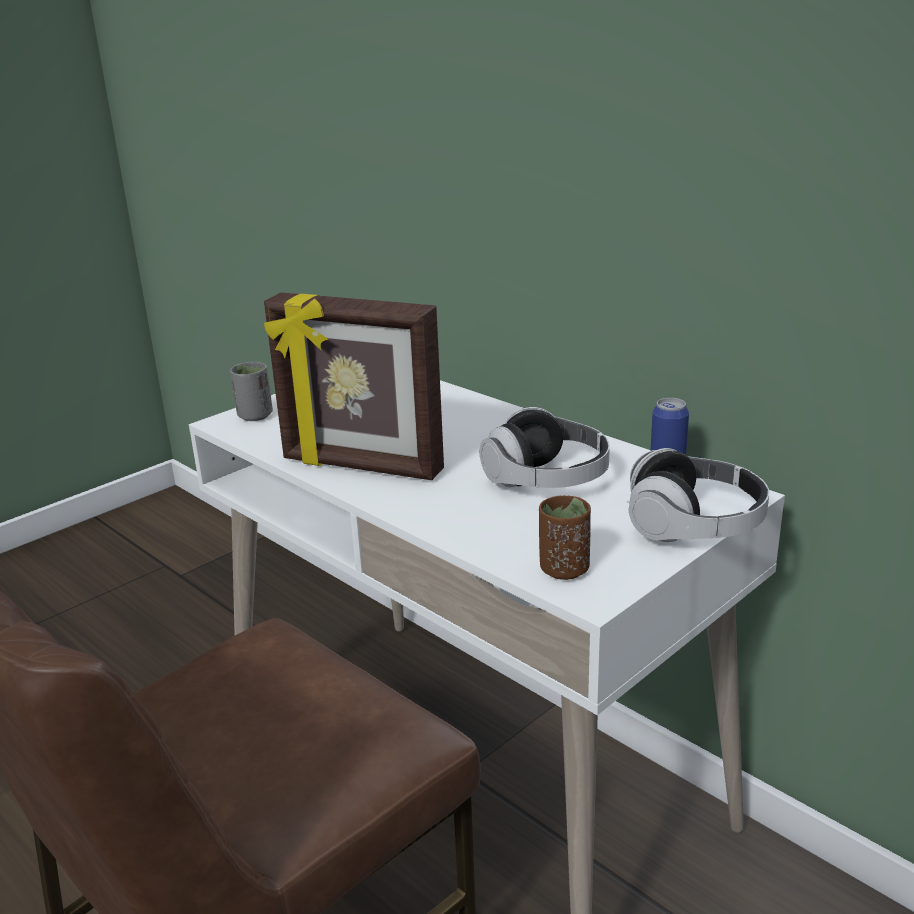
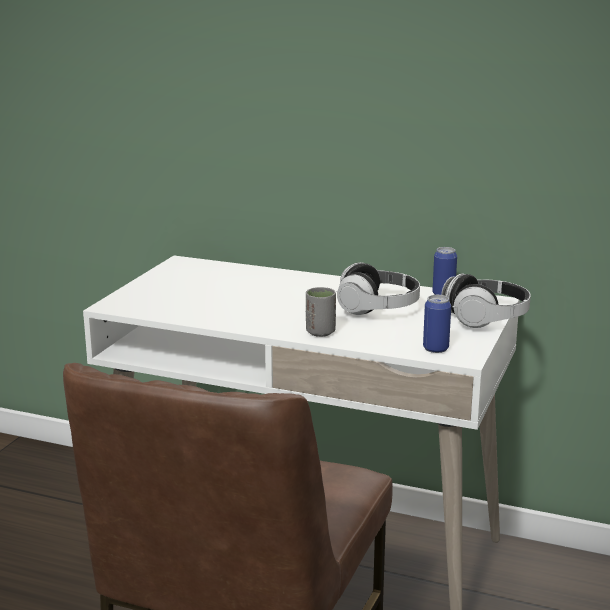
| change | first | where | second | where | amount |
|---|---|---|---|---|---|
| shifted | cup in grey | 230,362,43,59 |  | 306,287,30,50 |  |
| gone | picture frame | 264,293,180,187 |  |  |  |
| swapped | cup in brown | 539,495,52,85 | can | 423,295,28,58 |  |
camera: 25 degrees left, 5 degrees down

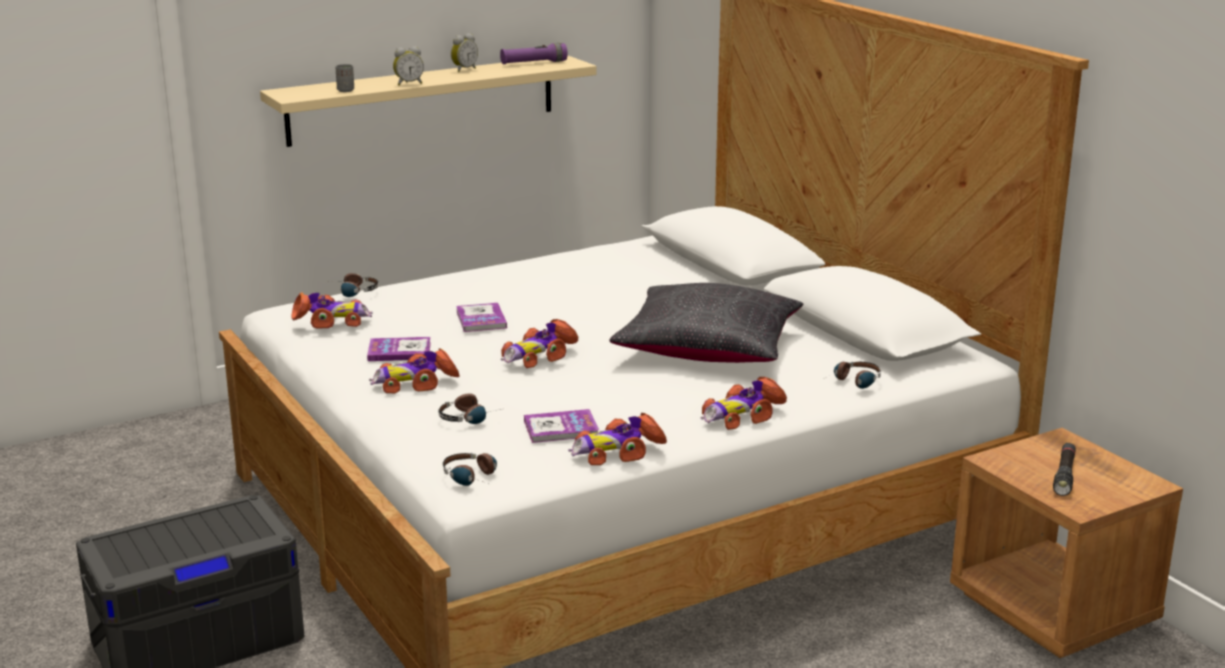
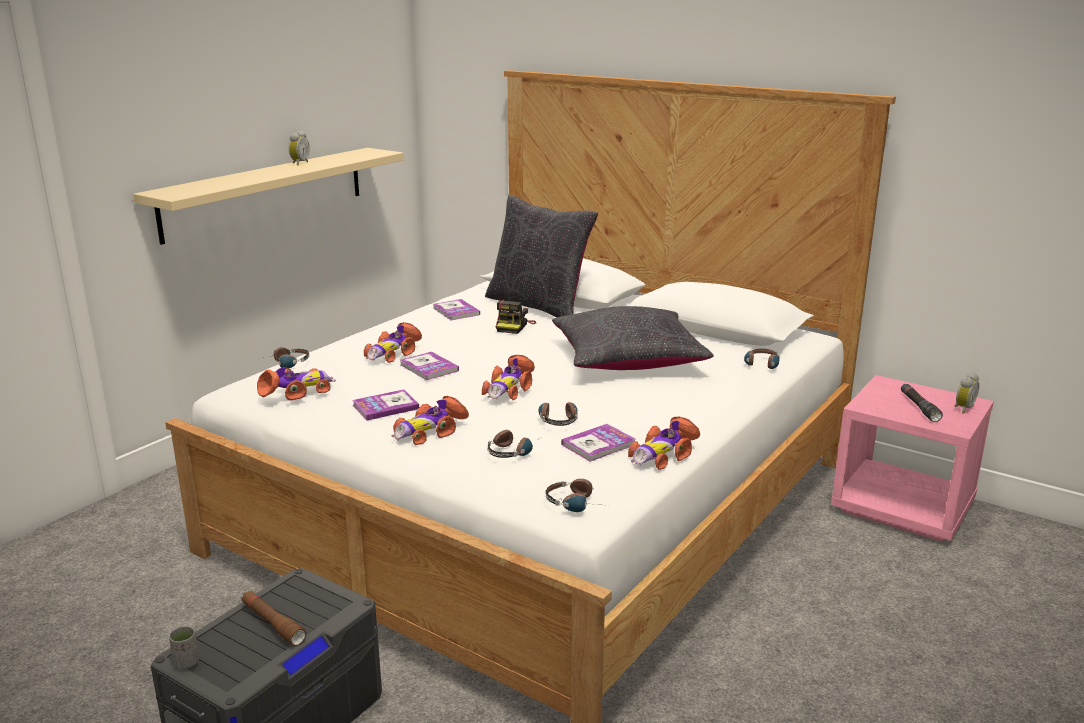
| change | first | where | second | where | amount |
|---|---|---|---|---|---|
| shifted | cup in grey | 335,64,19,28 |  | 169,626,30,43 |  |
| shifted | alarm clock | 393,46,31,39 |  | 955,373,24,41 |  |
| gone | torch in purple | 500,43,68,21 |  |  |  |
| shifted | miniature car | 701,377,86,53 |  | 364,322,58,41 |  |
| repainted | nightstand in brown | 950,428,233,230 | nightstand in pink | 831,375,163,167 |  |
| new |  |  | torch in brown | 241,591,65,55 |  |
| new |  |  | volume | 433,299,47,21 |  |
| new |  |  | throw pillow in black-coloured | 485,195,113,122 |  |
| new |  |  | still camera | 496,300,41,34 |  |
| new |  |  | pair of headphones | 538,402,40,24 |  |
camera: 25 degrees left, 0 degrees up

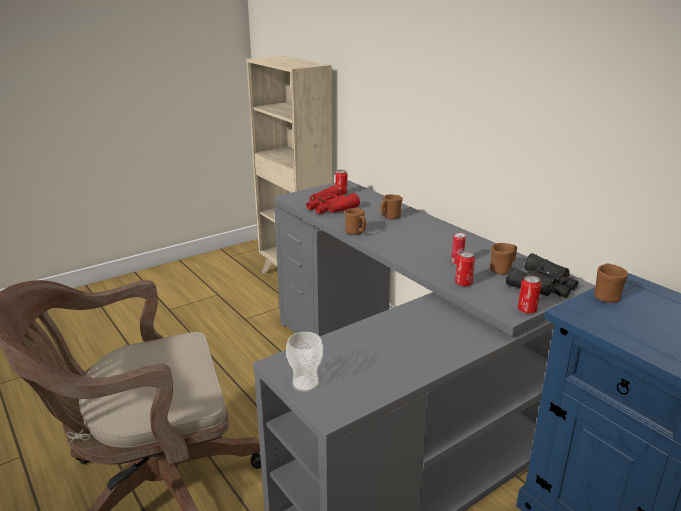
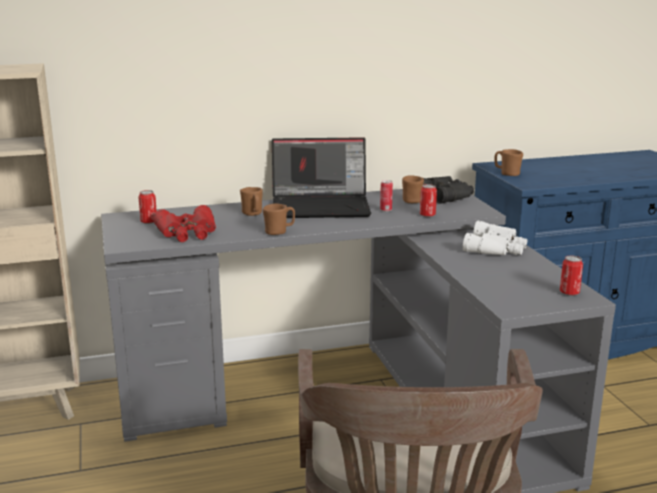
| change | first | where | second | where | amount |
|---|---|---|---|---|---|
| gone | cup | 286,332,37,60 |  |  |  |
| shifted | can | 518,275,23,39 |  | 560,255,23,41 |  |
| new |  |  | laptop | 272,137,99,81 |  |
| new |  |  | pair of binoculars in white | 463,221,64,34 |  |
camera: 70 degrees left, 5 degrees down

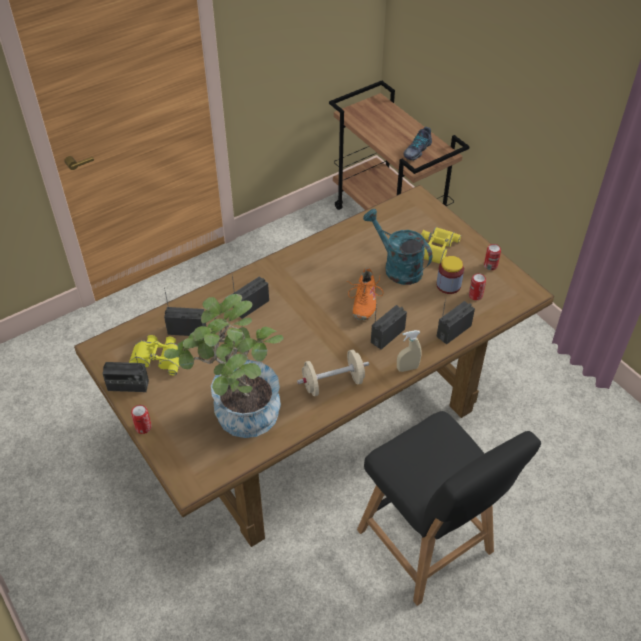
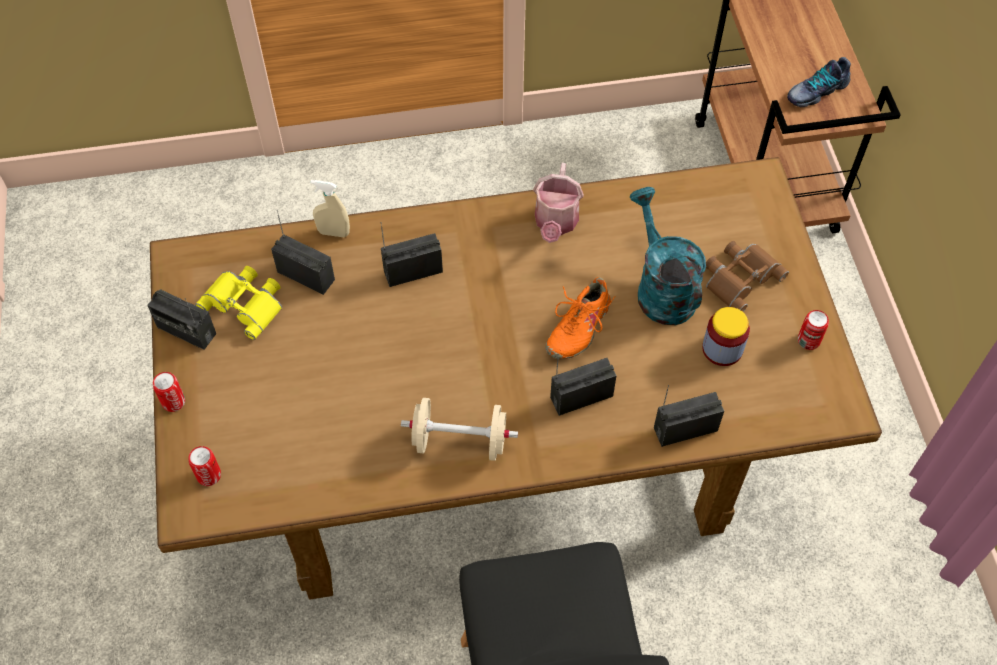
| change | first | where | second | where | amount |
|---|---|---|---|---|---|
| gone | houseplant | 164,294,120,144 |  |  |  |
| shifted | hand sprayer in beige | 397,330,25,42 |  | 311,180,39,57 |  |
| repainted | pair of binoculars in yellowish | 421,227,40,37 | pair of binoculars in brown | 706,241,83,71 |  |
| shifted | can | 469,273,17,27 |  | 188,446,33,40 |  |
| new |  |  | watering pot | 533,163,51,80 |  |
camera: 25 degrees right, 10 degrees up

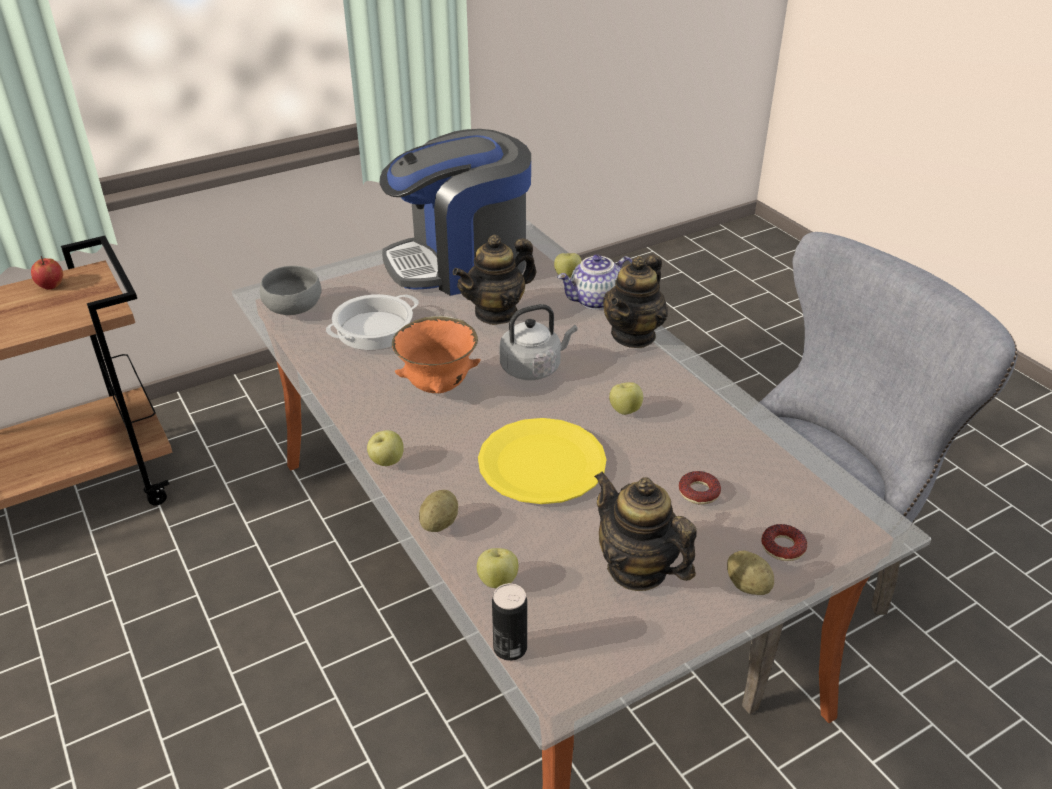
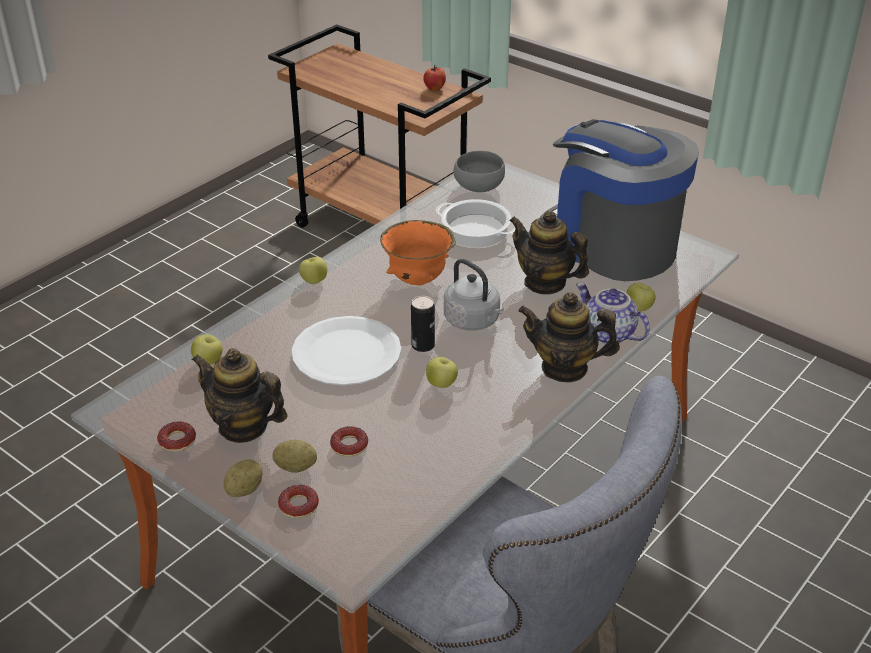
| change | first | where | second | where | amount |
|---|---|---|---|---|---|
| shifted | whole potato | 419,490,39,42 |  | 272,440,45,33 |  |
| repainted | plate in yellowish | 478,418,129,86 | plate in white | 292,316,109,69 |  |
| shifted | can | 492,583,35,78 |  | 411,296,24,56 |  |
| rotated | pot for tea | 594,471,103,120 |  | 191,348,97,95 | 90 degrees counterclockwise |
| new |  |  | doughnut | 157,421,39,31 |  |
camera: 70 degrees right, 0 degrees up

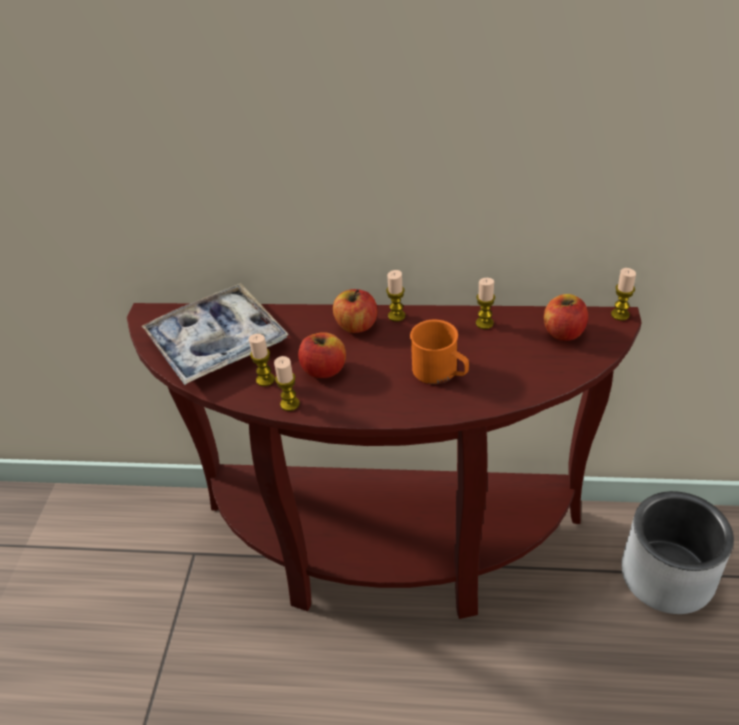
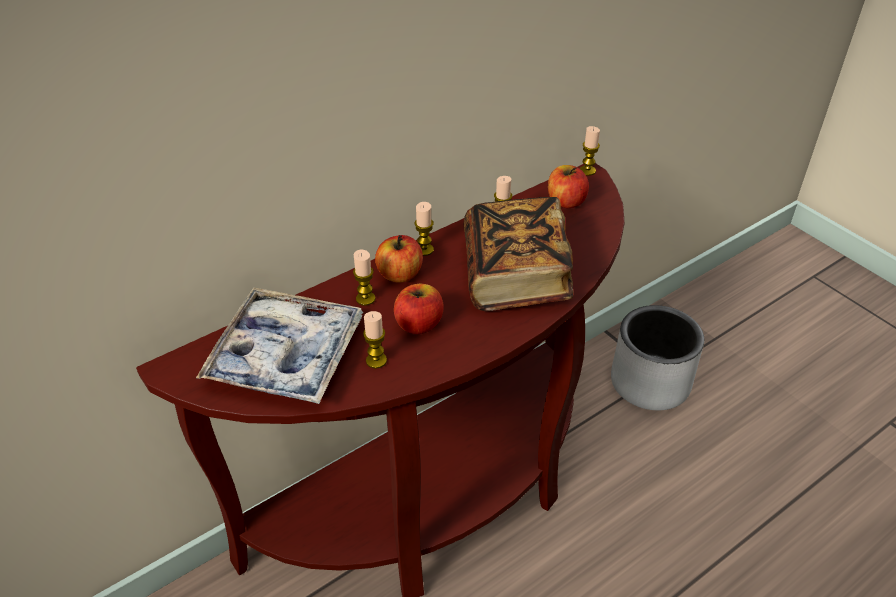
| change | first | where | second | where | amount |
|---|---|---|---|---|---|
| shifted | wax candle | 274,356,26,55 |  | 353,250,22,56 |  |
| swapped | mug in orangey | 410,320,59,64 | volume | 464,197,109,114 |  |
camera: 45 degrees left, 0 degrees up

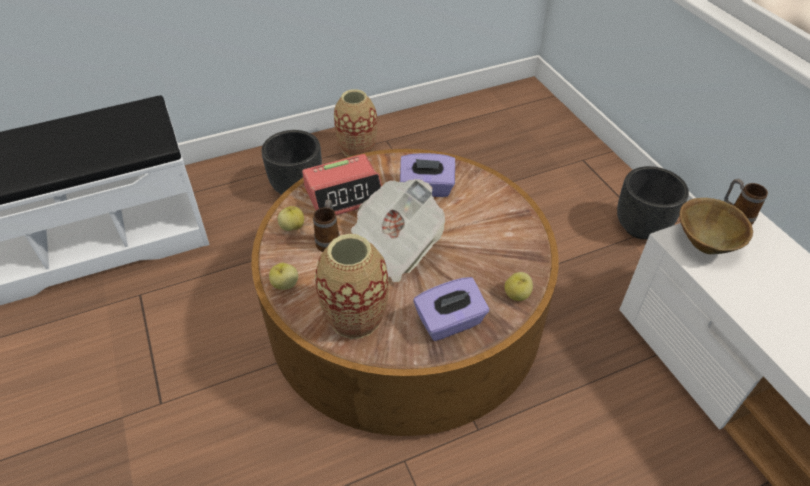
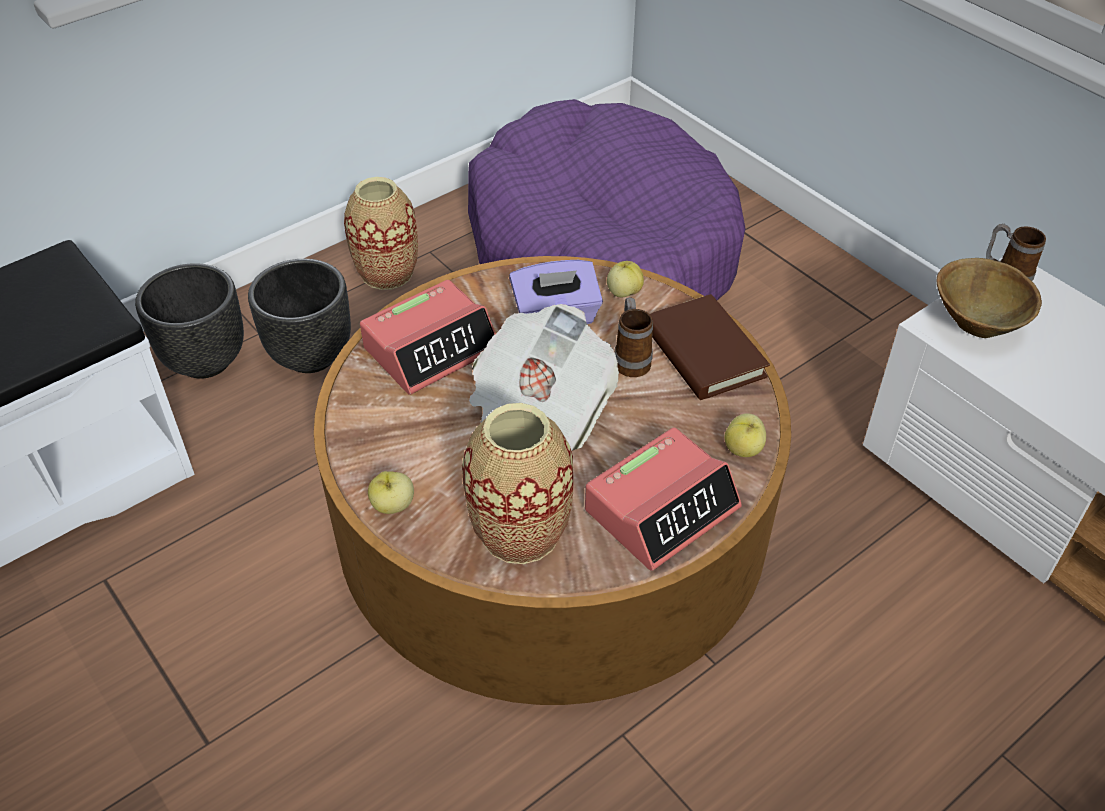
| change | first | where | second | where | amount |
|---|---|---|---|---|---|
| shifted | apple | 278,206,26,25 |  | 607,261,37,36 |  |
| shifted | mug | 313,199,27,53 |  | 615,297,38,80 |  |
| swapped | tissue box in purple | 413,277,76,64 | alarm clock | 585,427,157,144 |  |
| shifted | flower pot in black-coloured | 617,166,72,73 |  | 135,263,109,116 |  |
| new |  |  | dog bed in purple | 468,99,278,201 |  |
| new |  |  | volume in brown | 650,294,120,106 |  |
camera: 15 degrees left, 0 degrees up

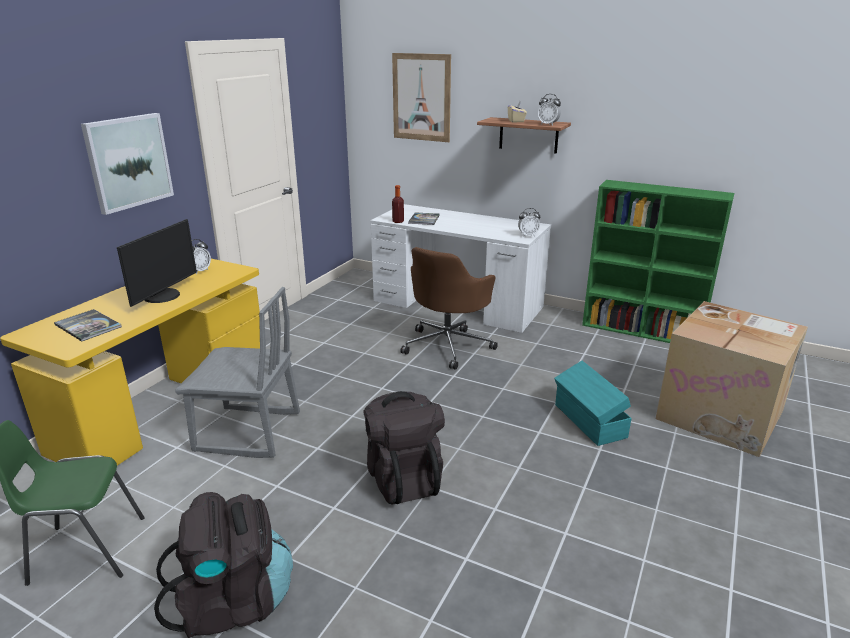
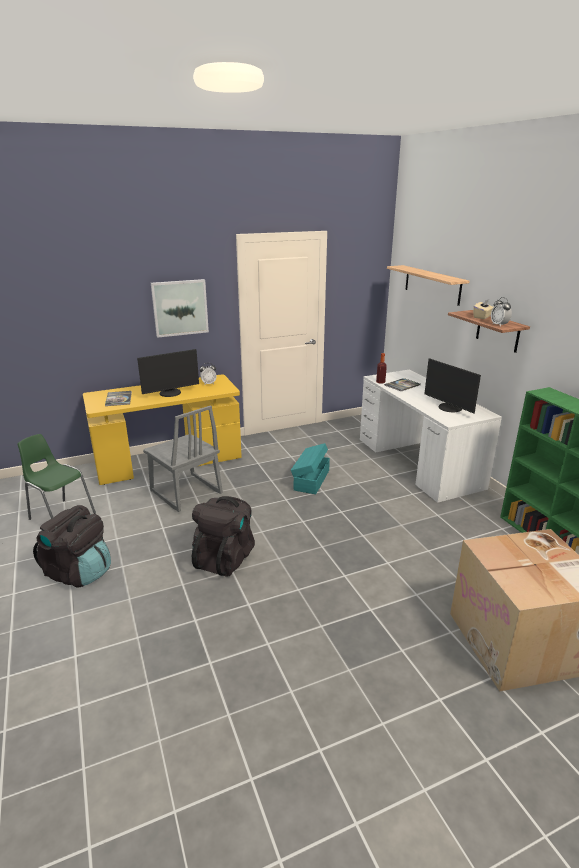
| change | first | where | second | where | amount |
|---|---|---|---|---|---|
| swapped | wall picture | 392,53,59,89 | bracket shelf | 387,265,83,41 |  |
| gone | computer chair in brown | 400,247,98,123 |  |  |  |
| gone | alarm clock | 518,208,22,29 |  |  |  |
| shifted | storage bin in turquoise | 554,361,78,85 |  | 291,443,39,51 |  |
| new |  |  | computer display | 424,358,57,56 |  |
camera: 40 degrees right, 0 degrees up

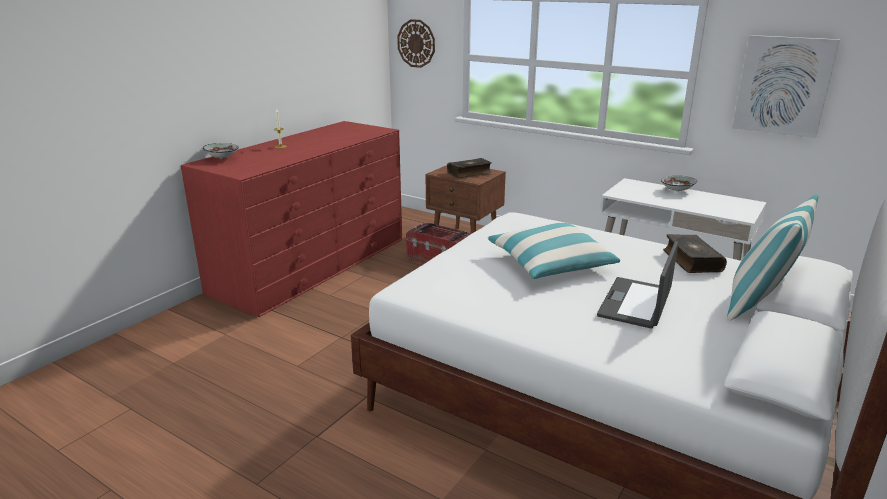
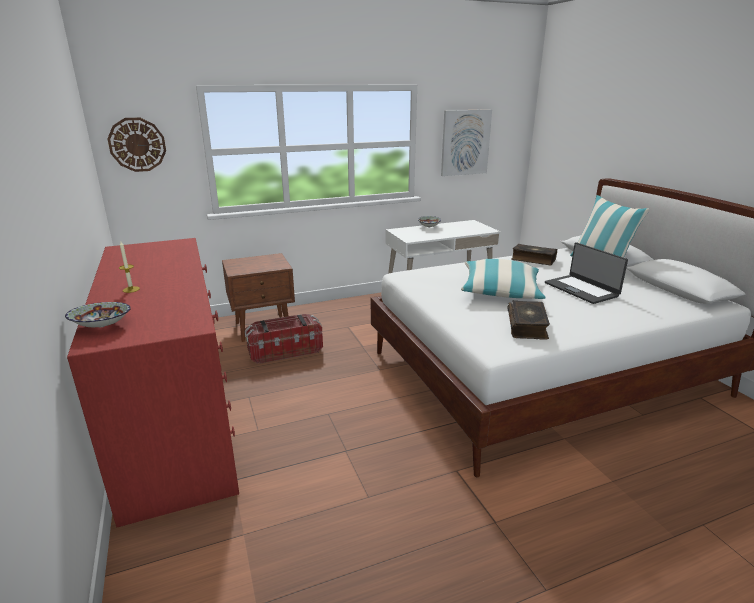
| change | first | where | second | where | amount |
|---|---|---|---|---|---|
| shifted | volume | 447,158,45,20 |  | 507,301,43,39 |  |
camera: 55 degrees left, 0 degrees up

